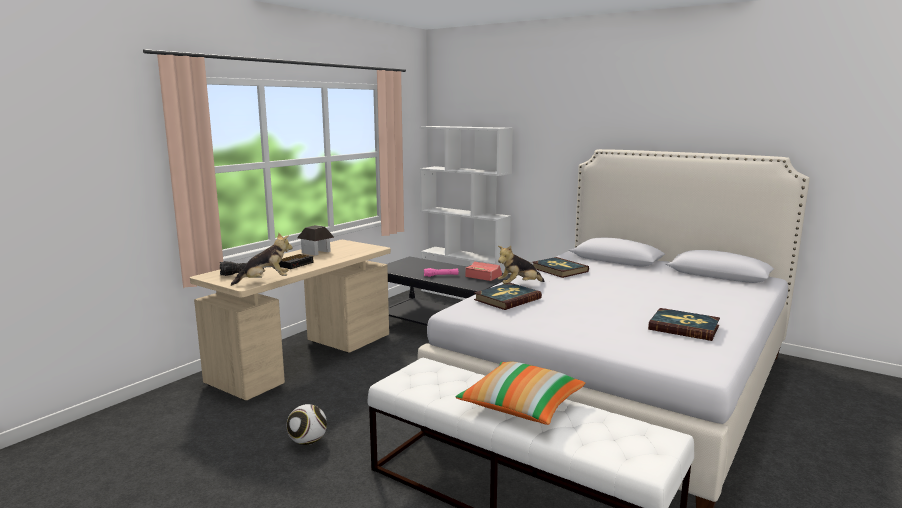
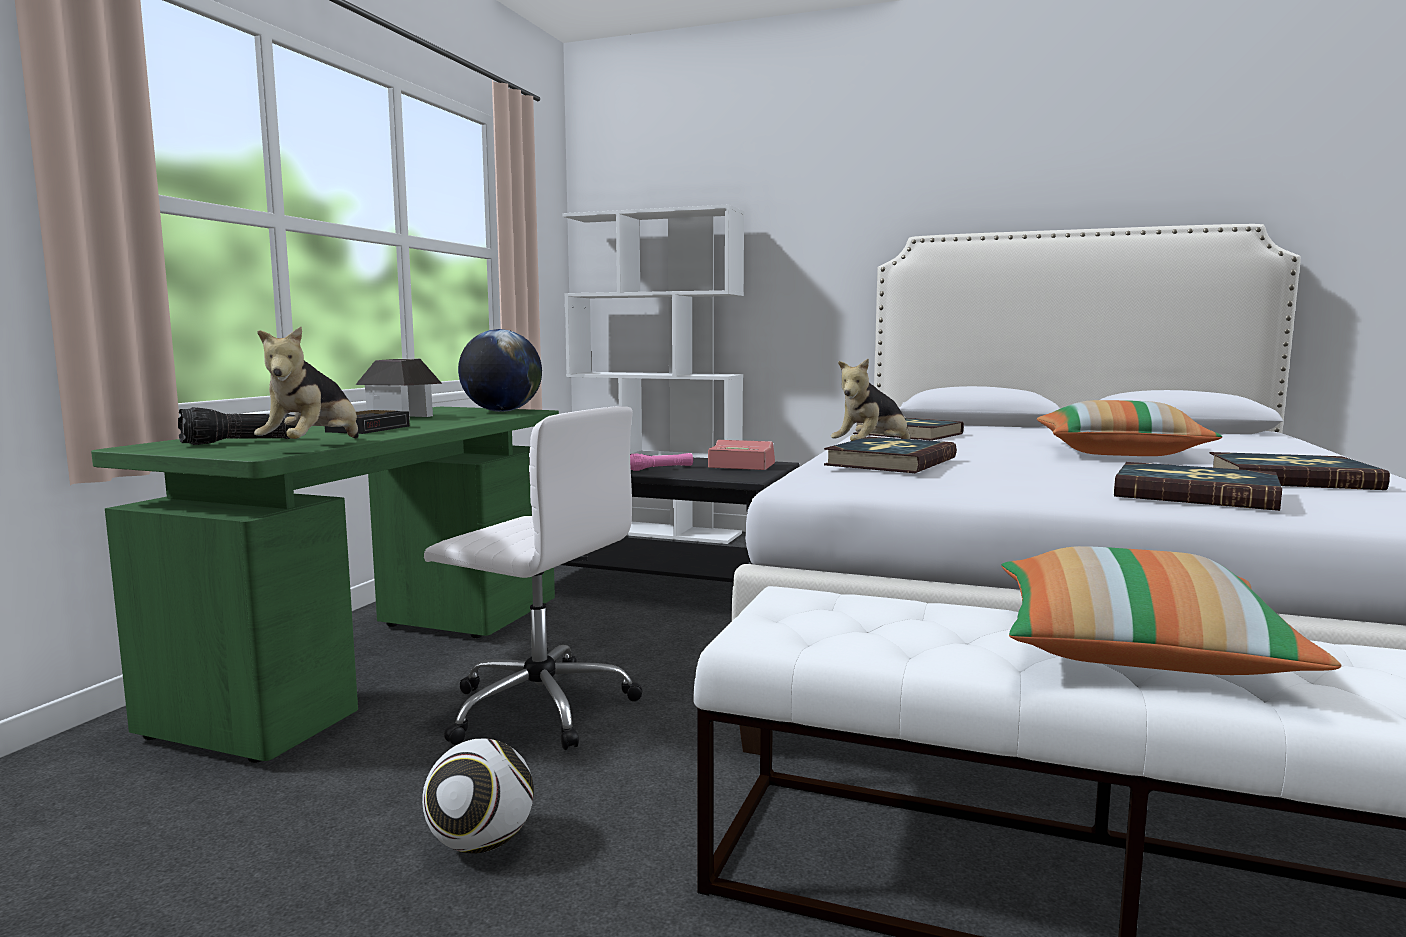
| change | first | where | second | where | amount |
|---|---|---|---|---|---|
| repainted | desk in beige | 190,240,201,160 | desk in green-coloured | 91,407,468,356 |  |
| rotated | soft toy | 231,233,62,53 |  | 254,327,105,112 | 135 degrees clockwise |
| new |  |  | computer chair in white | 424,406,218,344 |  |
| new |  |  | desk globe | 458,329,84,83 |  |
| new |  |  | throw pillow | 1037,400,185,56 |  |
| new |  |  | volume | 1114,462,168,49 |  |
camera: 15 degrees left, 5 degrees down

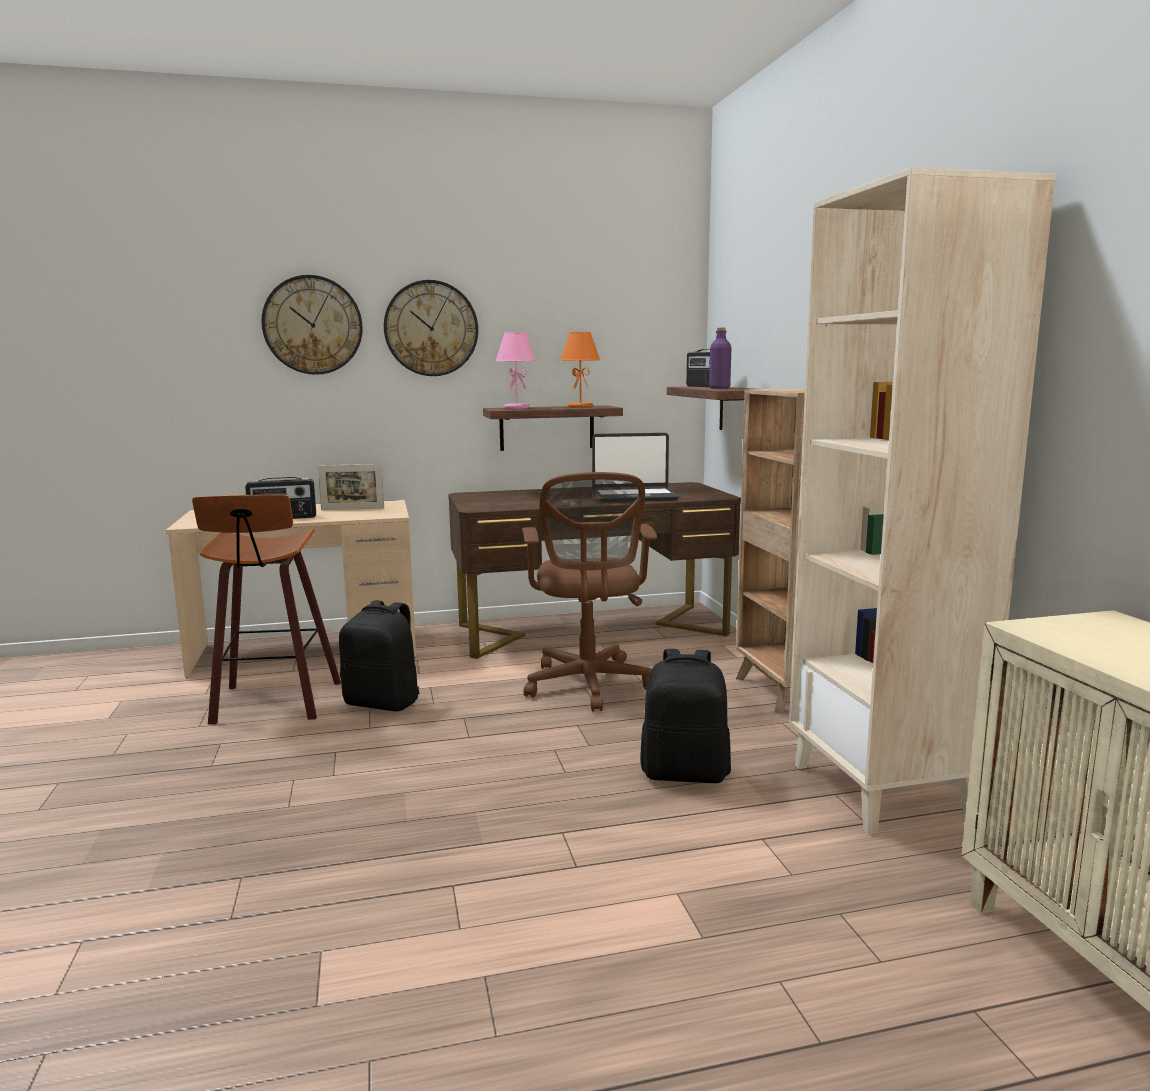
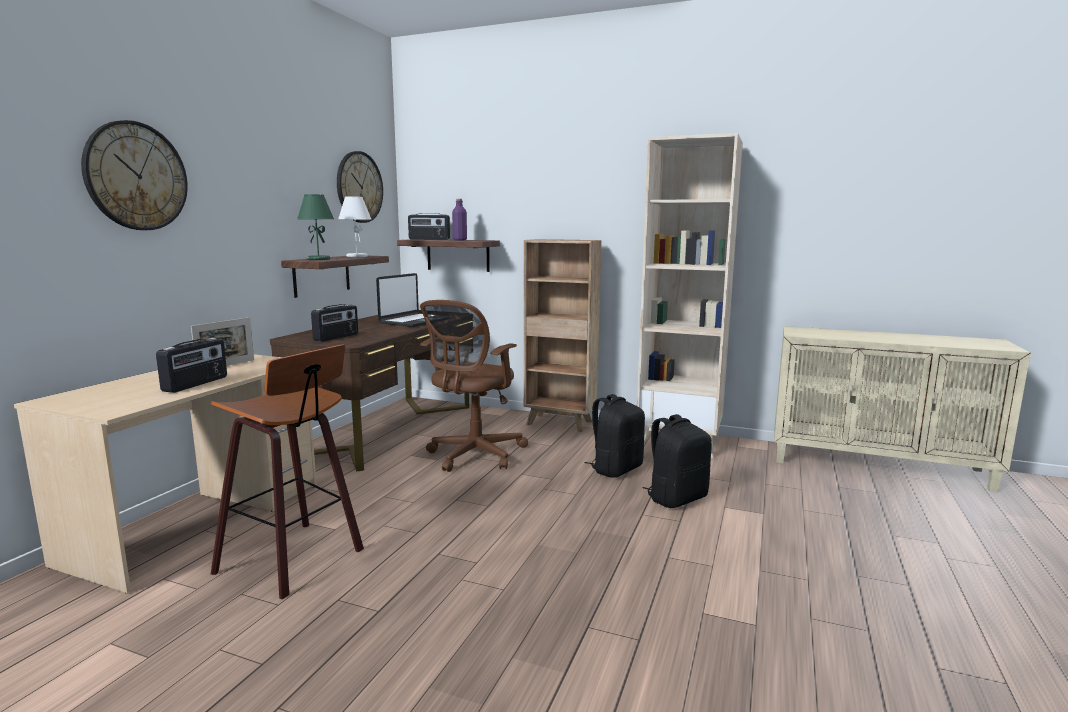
| change | first | where | second | where | amount |
|---|---|---|---|---|---|
| shifted | rucksack in black-coloured | 339,600,80,111 |  | 642,414,70,94 |  |
| shifted | wall clock | 384,280,94,96 |  | 337,151,46,72 |  |
| repainted | lamp for a table in pink | 496,332,40,77 | lamp for a table in green-coloured | 297,194,37,66 |  |
| rotated | computer chair in brown | 522,472,135,240 |  | 420,300,108,172 | 90 degrees clockwise |
| repainted | lamp for a table in orangey | 560,332,40,76 | lamp for a table in white | 338,196,34,61 |  |
| new |  |  | radio set | 311,304,47,38 |  |
camera: 55 degrees left, 0 degrees up

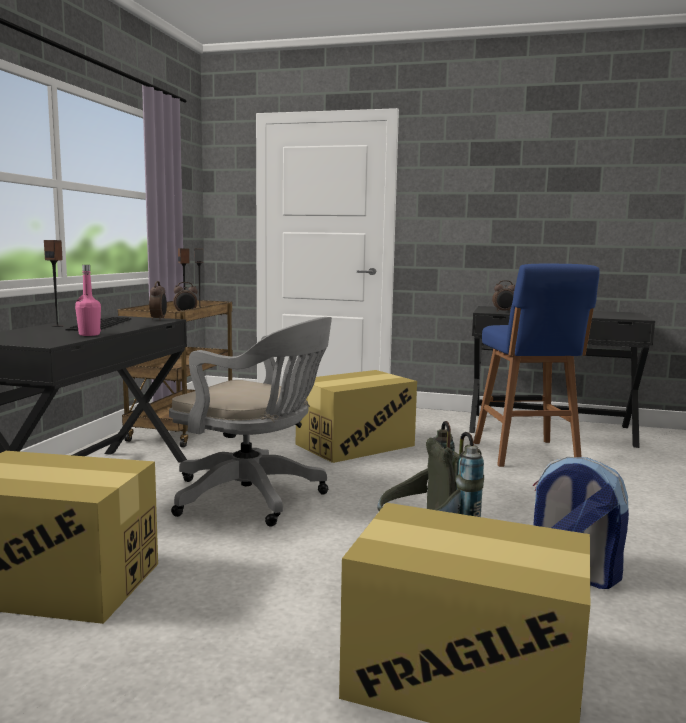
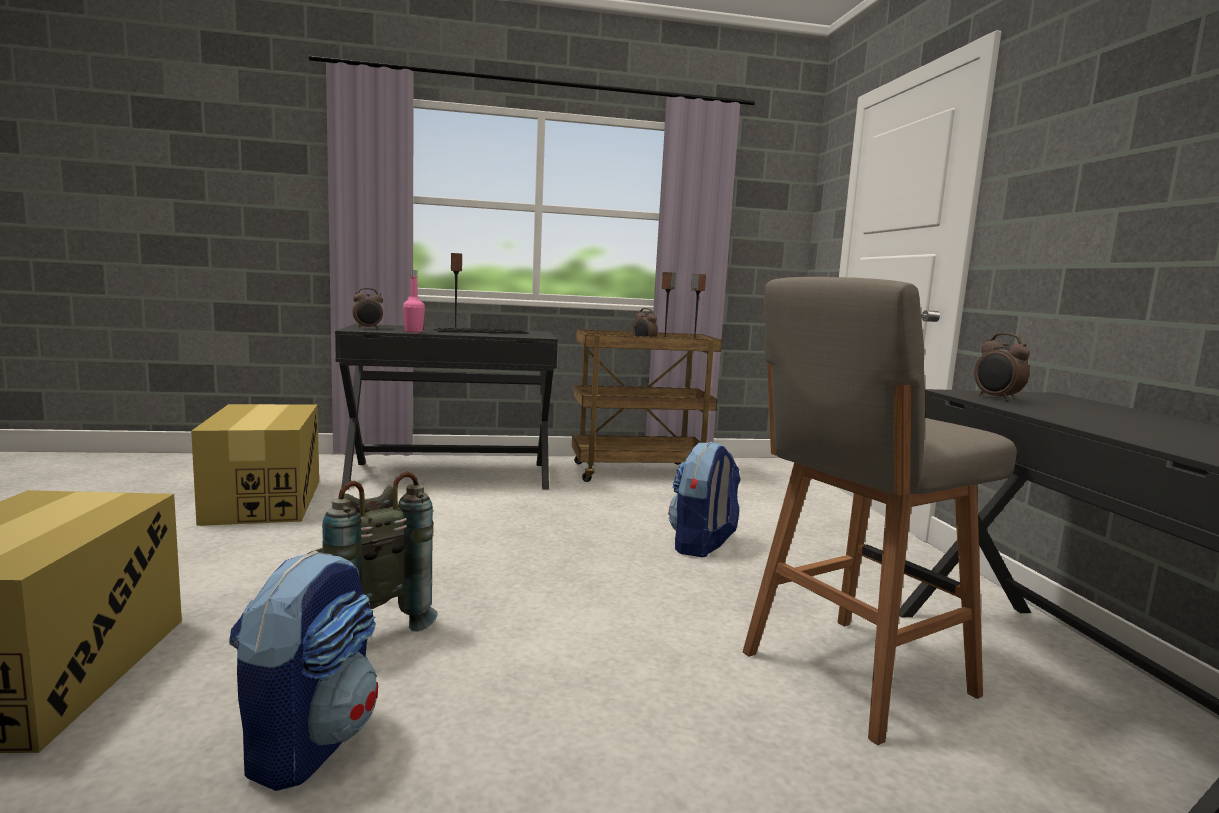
| change | first | where | second | where | amount |
|---|---|---|---|---|---|
| shifted | alarm clock | 149,281,18,39 |  | 352,288,31,41 |  |
| gone | computer chair in grey | 169,317,163,209 |  |  |  |
| swapped | carton | 296,370,121,93 | rucksack | 668,441,73,116 |  |
| repainted | stool in bluish | 474,263,126,204 | stool in grey | 743,277,274,468 |  |
camera: 65 degrees right, 0 degrees up

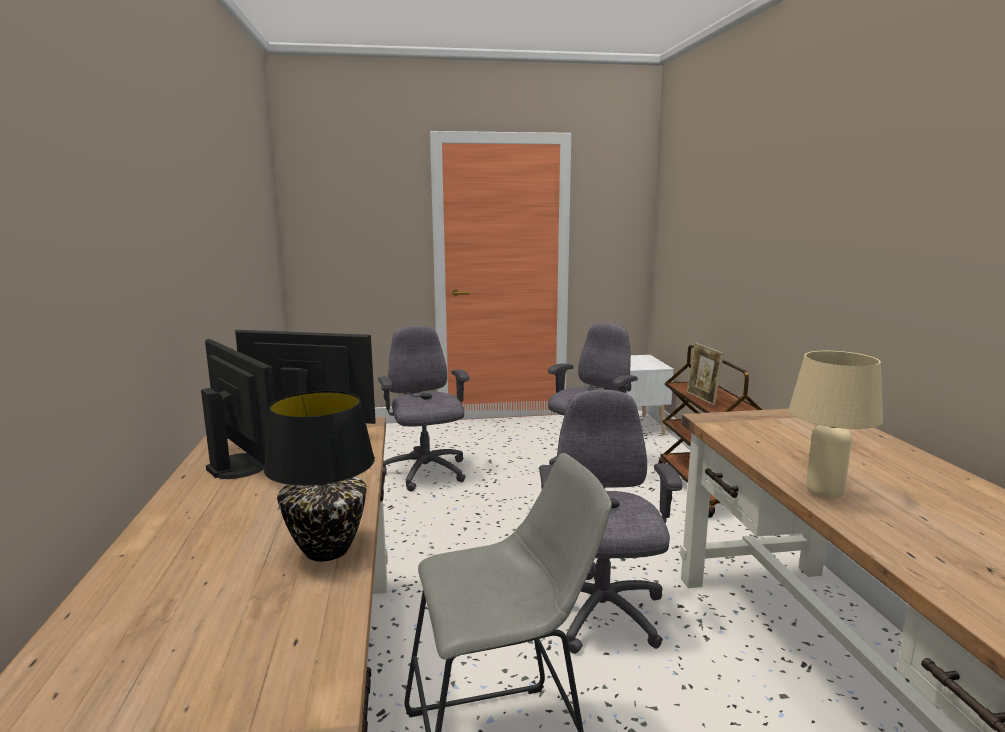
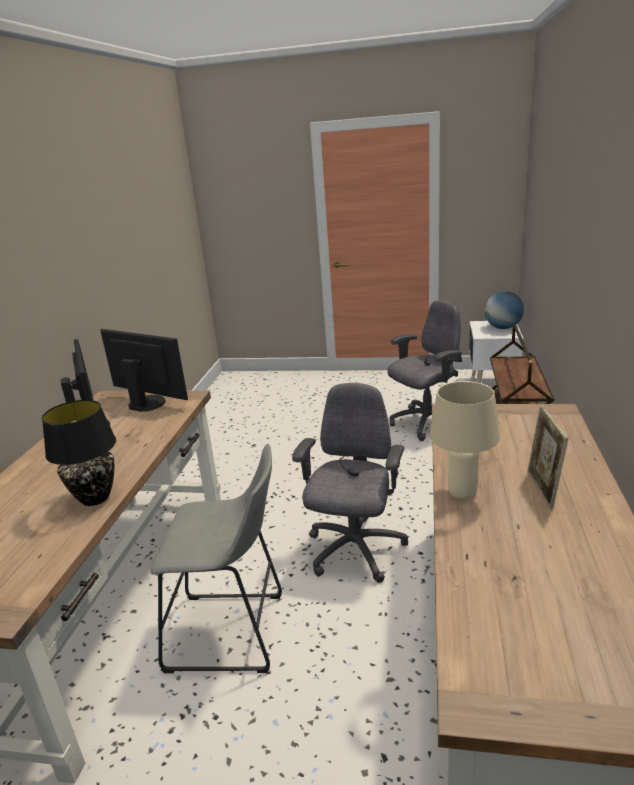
| change | first | where | second | where | amount |
|---|---|---|---|---|---|
| gone | computer chair in grey | 378,325,91,166 |  |  |  |
| shifted | picture frame | 687,343,37,63 |  | 527,405,42,104 |  |
| new |  |  | desk globe | 484,291,40,38 |  |
camera: 20 degrees right, 10 degrees up

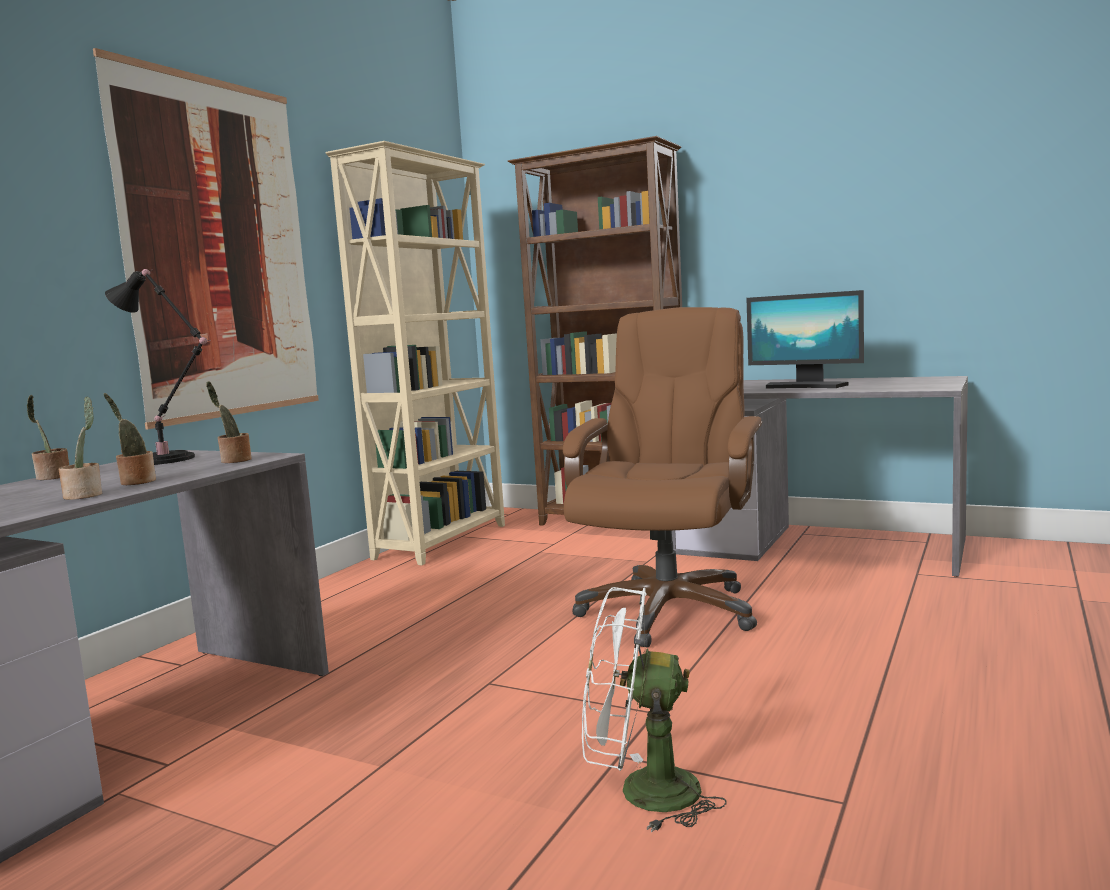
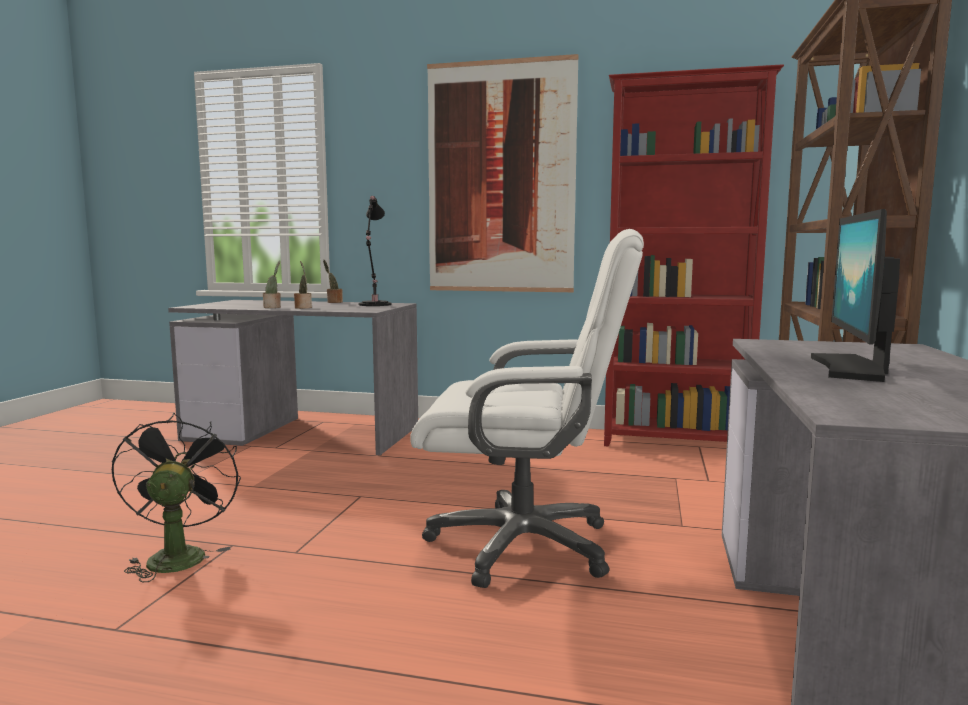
| change | first | where | second | where | amount |
|---|---|---|---|---|---|
| gone | houseplant | 206,381,46,82 |  |  |  |
| repainted | bookshelf in beige | 325,141,180,424 | bookshelf in reddish | 604,64,180,382 |  |
| repainted | computer chair in brown | 563,307,200,340 | computer chair in white | 410,229,234,359 |  |
| repainted | cooling fan in white | 582,587,145,245 | cooling fan in black-coloured | 112,413,129,169 |  |
camera: 75 degrees right, 0 degrees up

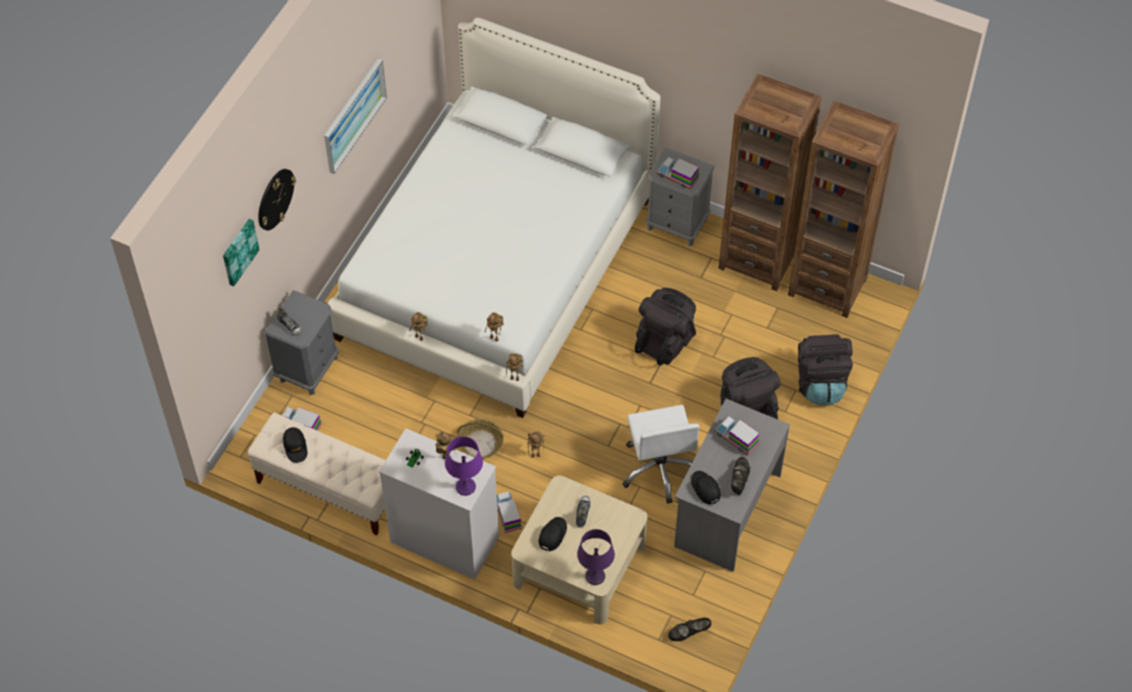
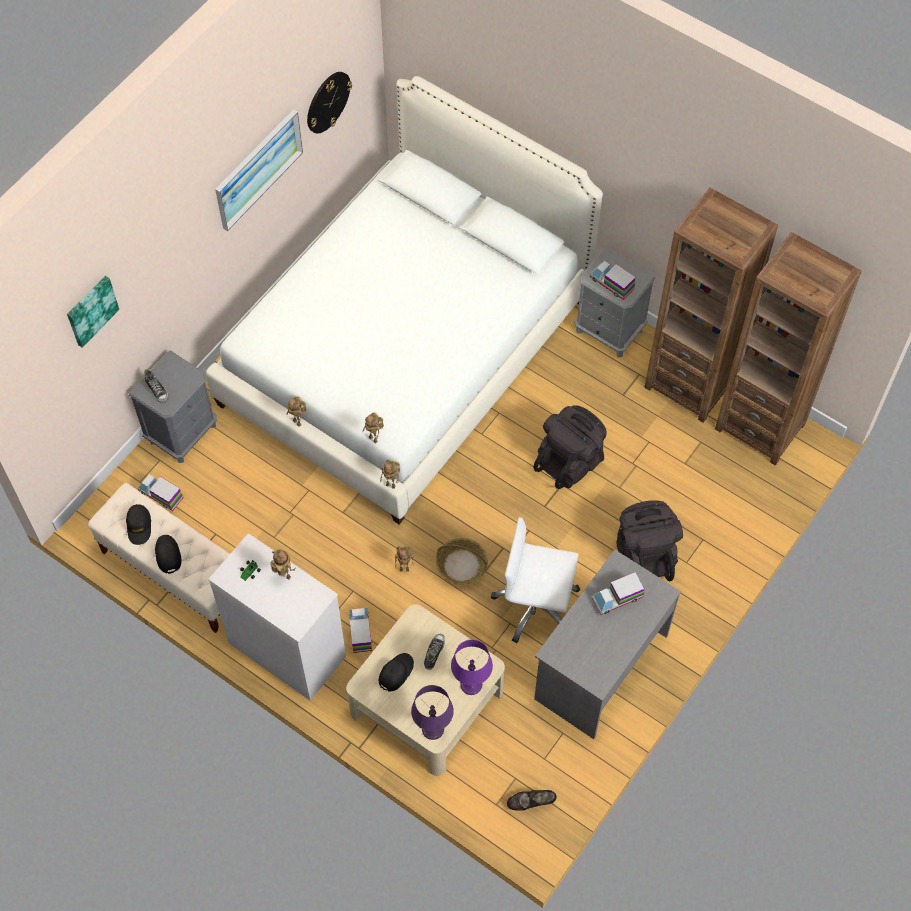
| change | first | where | second | where | amount |
|---|---|---|---|---|---|
| shifted | wall clock | 258,169,38,62 |  | 307,72,45,62 |  |
| shifted | lamp for a table in purple | 445,436,38,60 |  | 451,640,42,55 |  |
| shifted | basket | 457,419,47,40 |  | 436,538,52,47 |  |
| rotated | computer chair in white | 622,405,78,99 |  | 491,517,89,126 | 105 degrees clockwise |
| shifted | peaked cap in black-coloured | 691,471,30,34 |  | 155,535,27,39 |  |
| rotated | model truck | 715,417,44,38 |  | 592,572,52,43 | 75 degrees counterclockwise |
| gone | shoe in black-coloured | 731,457,19,38 |  |  |  |
| gone | rucksack in black-coloured | 798,335,55,70 |  |  |  |
camera: 10 degrees right, 5 degrees up

